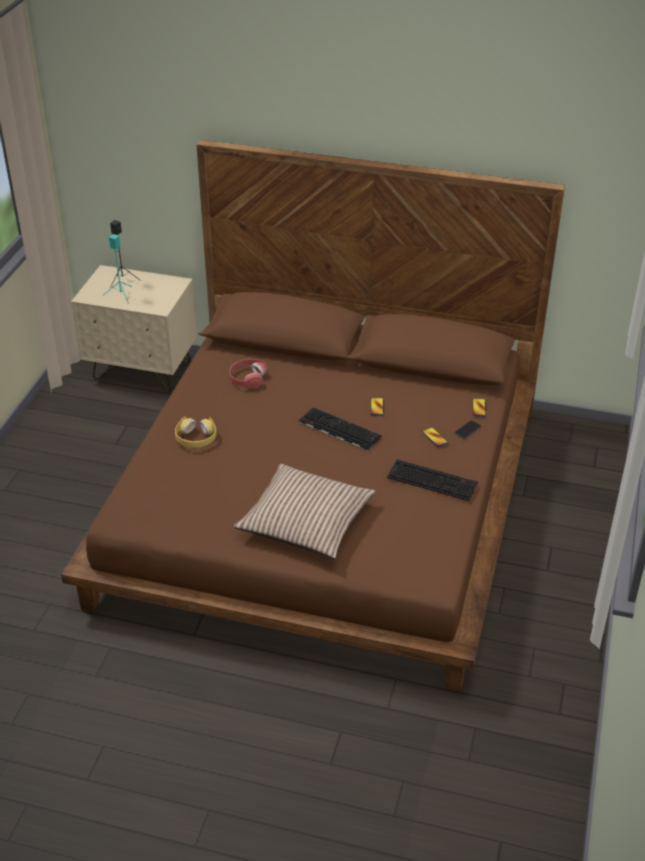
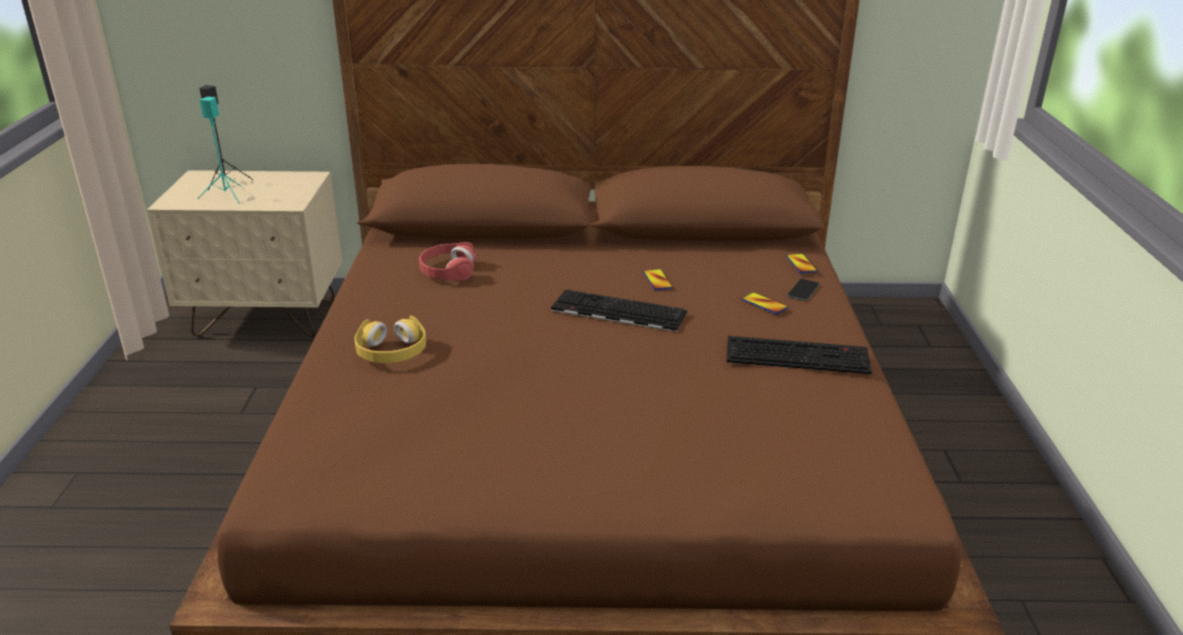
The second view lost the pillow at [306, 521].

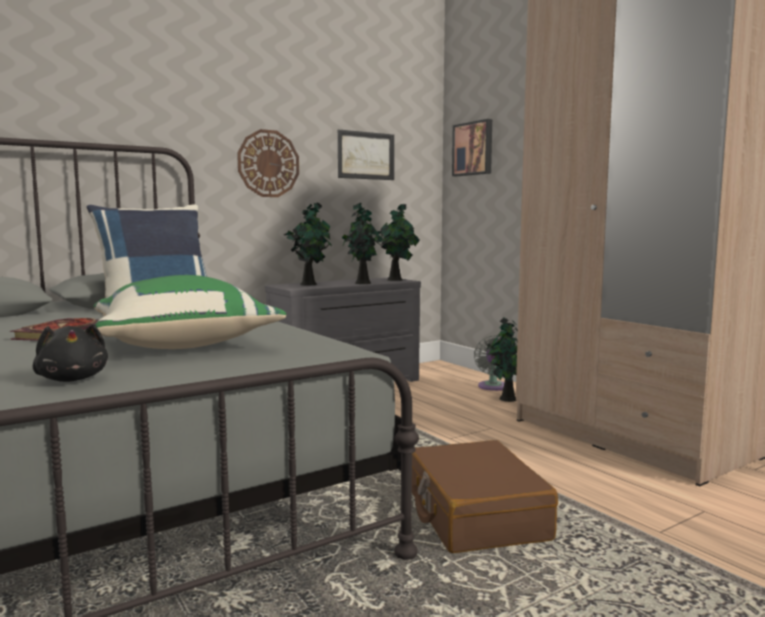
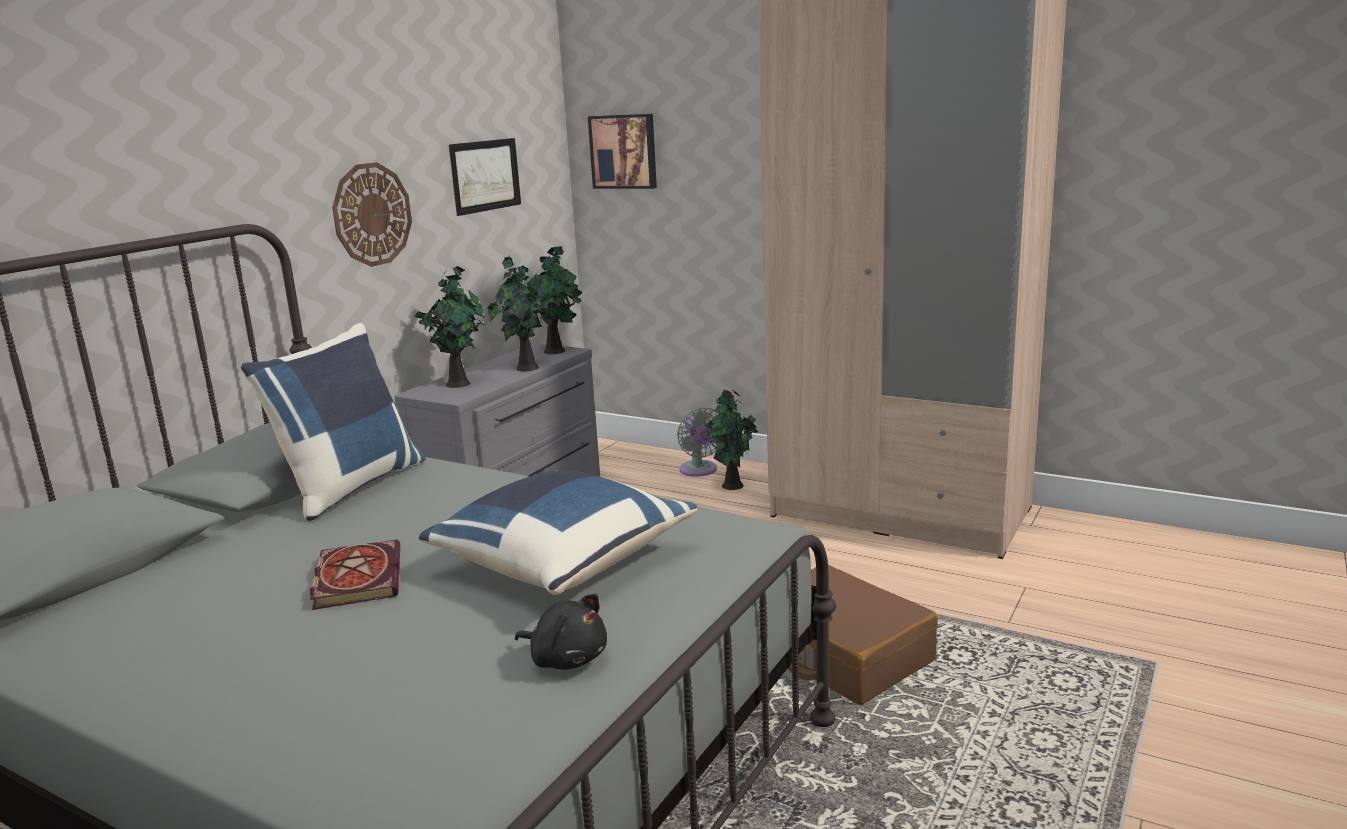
What was the pillow in green at [185, 345] turned into the pillow in blue at [561, 563].

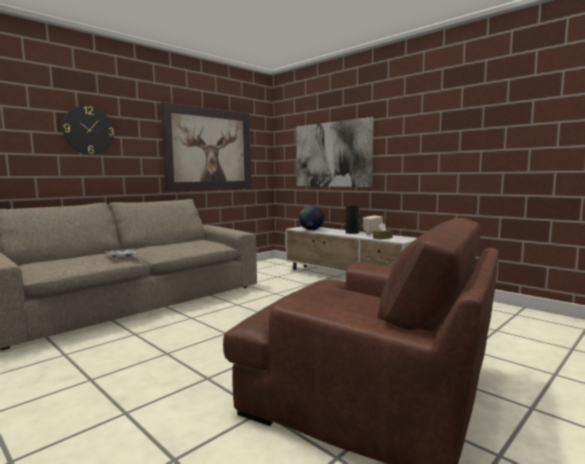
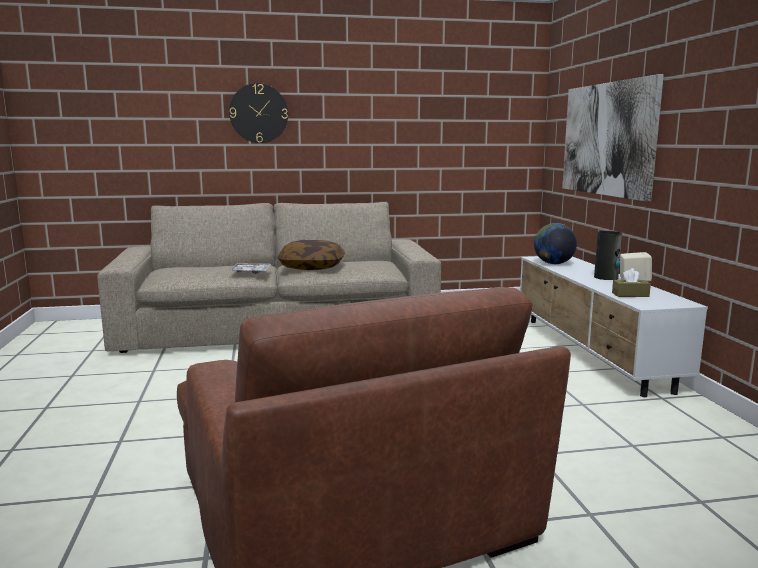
The second view gained the pillow at [312, 267]. The second view lost the picture at [209, 149].

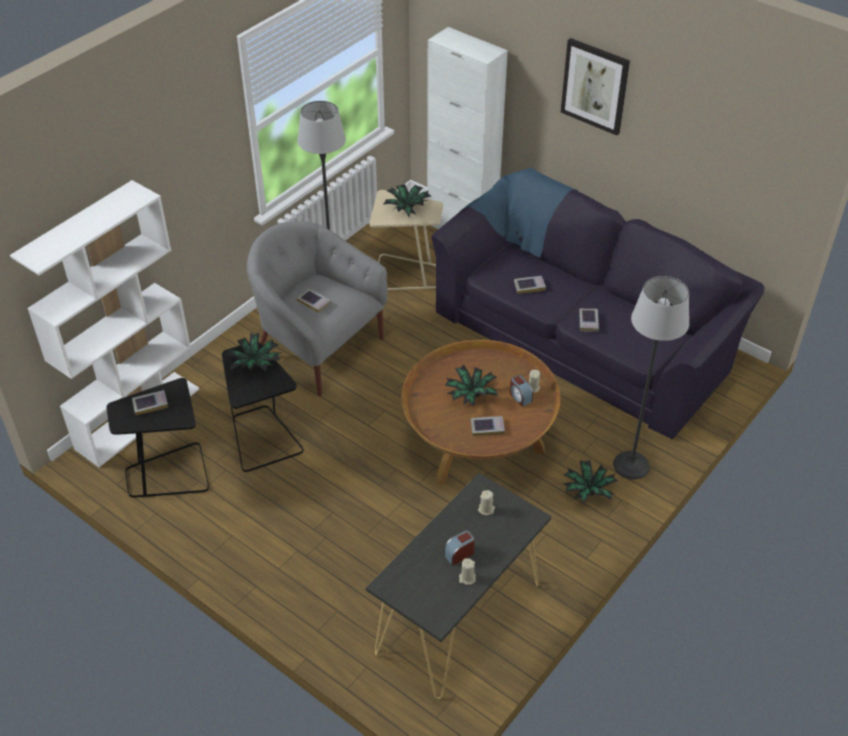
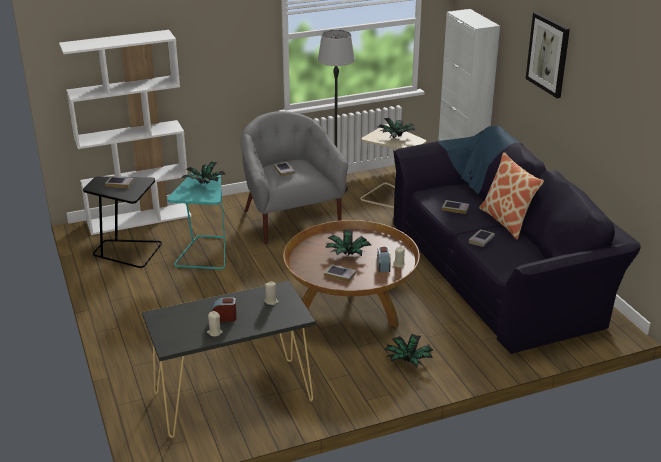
What was the side table in black at [262, 438] turned into the side table in turquoise at [204, 253]. The second view gained the pillow at [507, 221]. The second view lost the floor lamp at [631, 465].

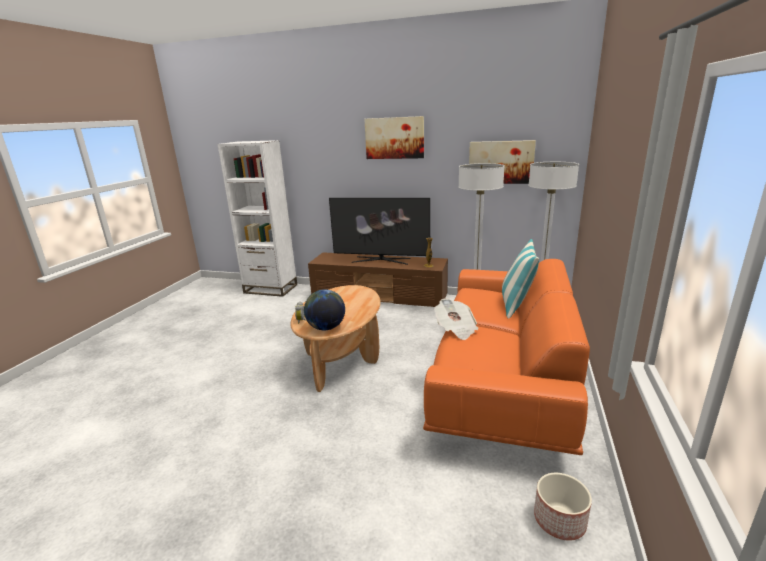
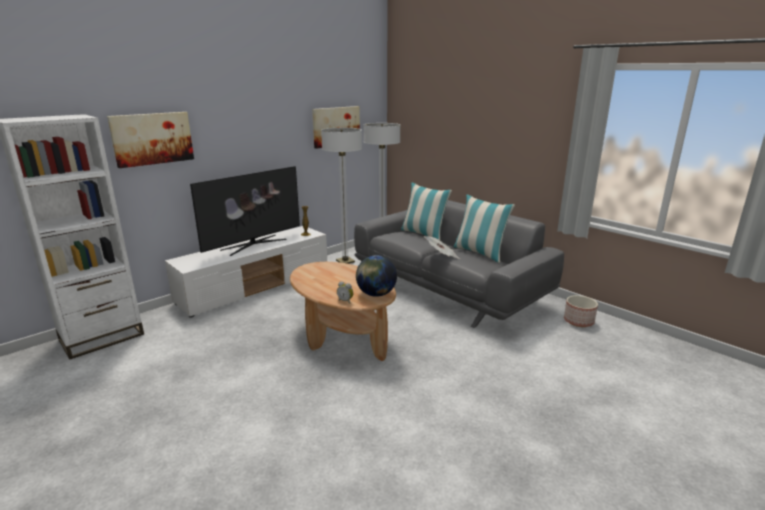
The picture ended up elsewhere, having gone from [394, 138] to [152, 138]. What was the tv stand in brown at [380, 297] turned into the tv stand in white at [256, 286]. What was the sofa in orange at [501, 379] turned into the sofa in grey at [448, 289]. The second view gained the pillow at [480, 253].

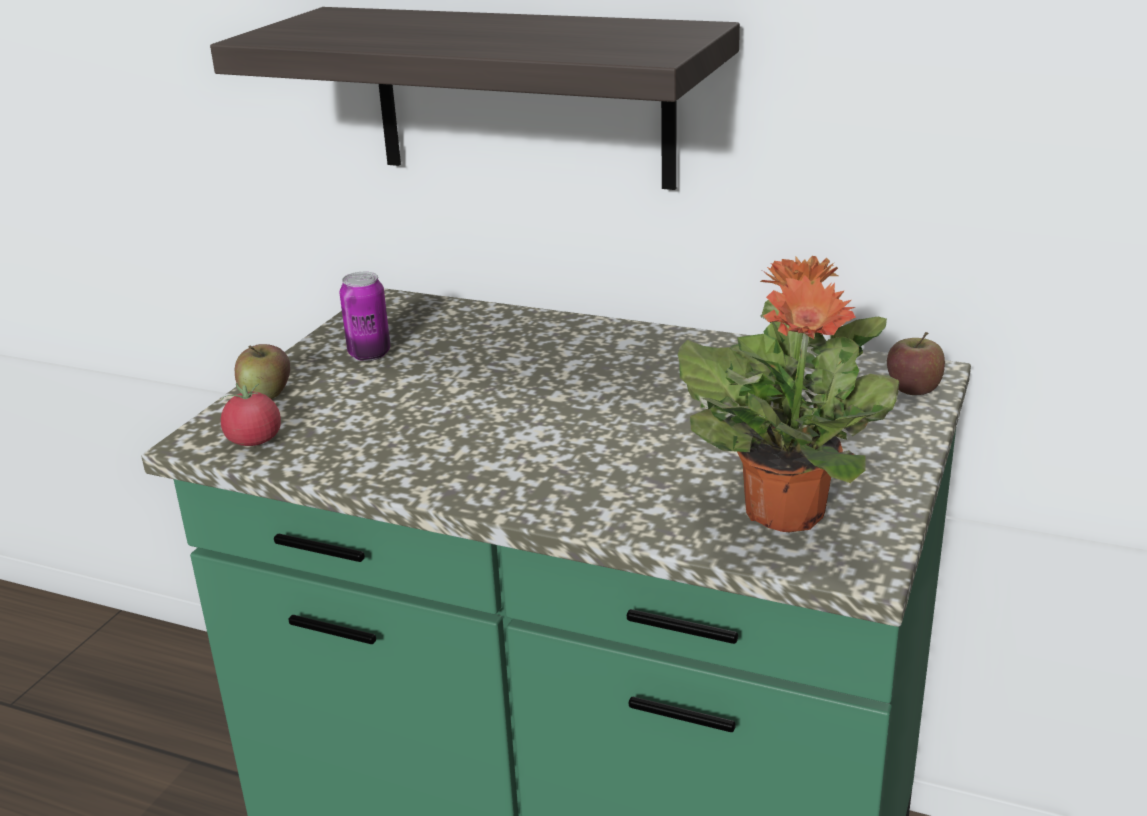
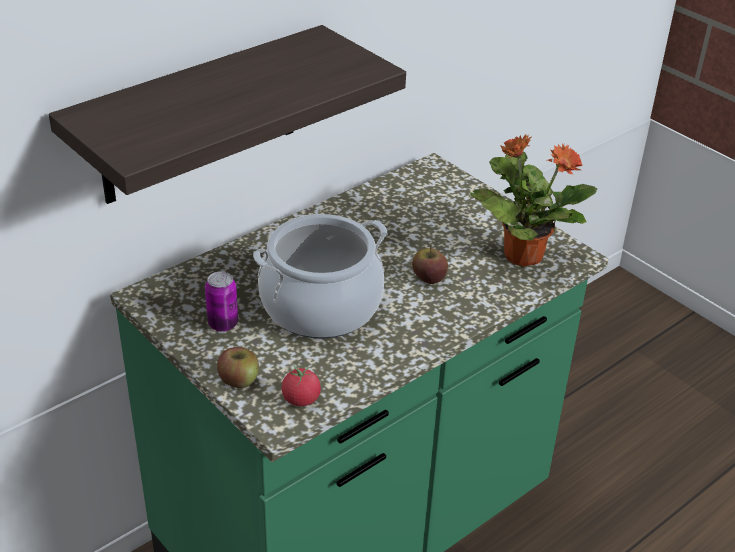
The second view gained the cooking pot at [321, 306]. The apple ended up elsewhere, having gone from [913, 388] to [428, 278].

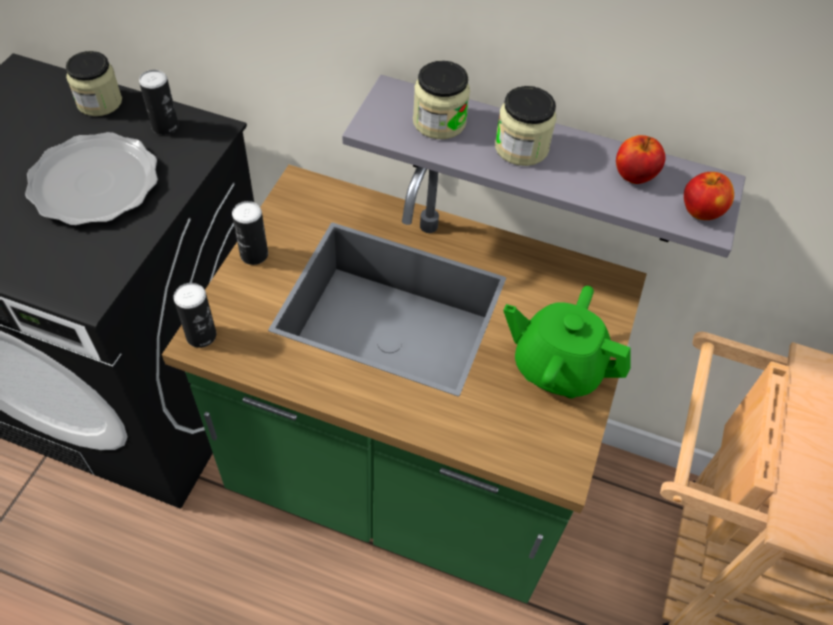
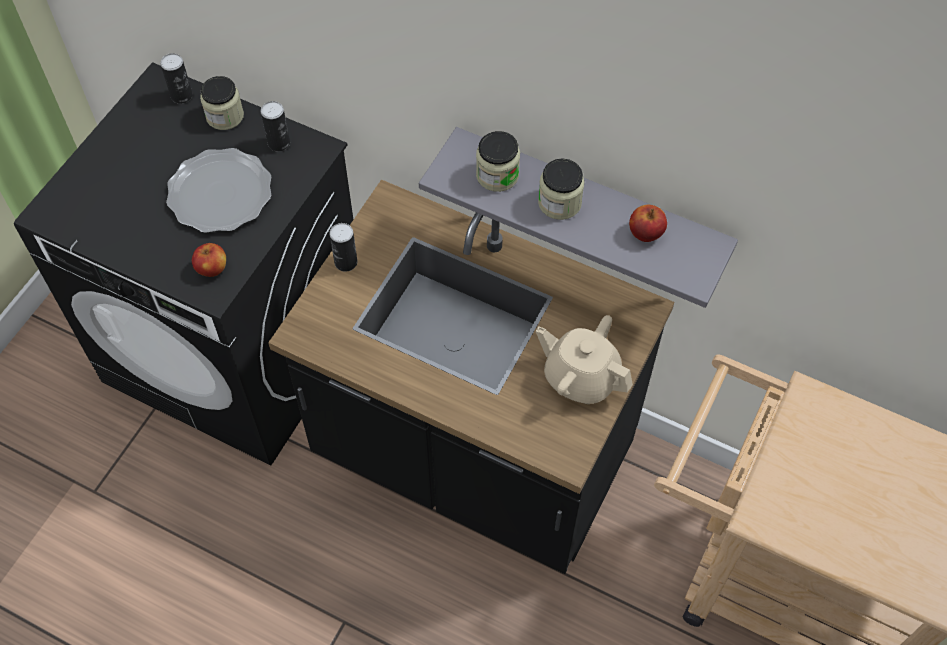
The can ended up elsewhere, having gone from [201, 335] to [181, 95]. The apple ended up elsewhere, having gone from [701, 211] to [212, 269]. What was the counter in green at [404, 477] turned into the counter in black at [473, 456]. What was the teapot in green at [557, 367] turned into the teapot in beige at [580, 377].

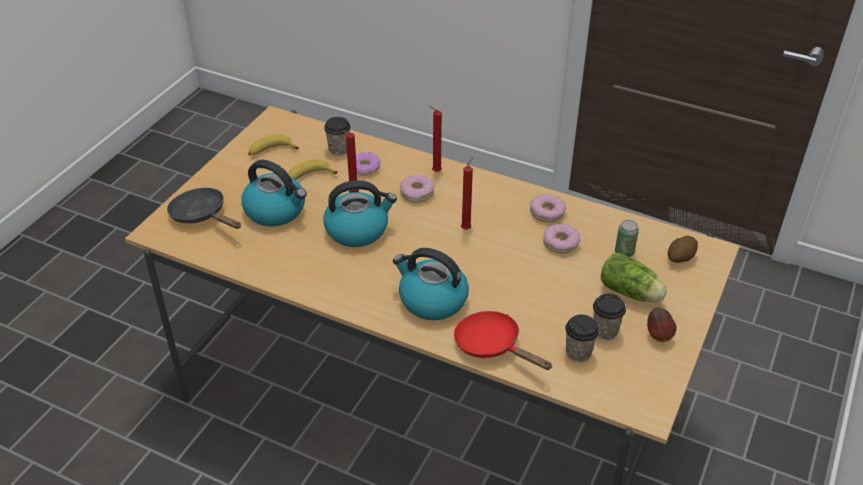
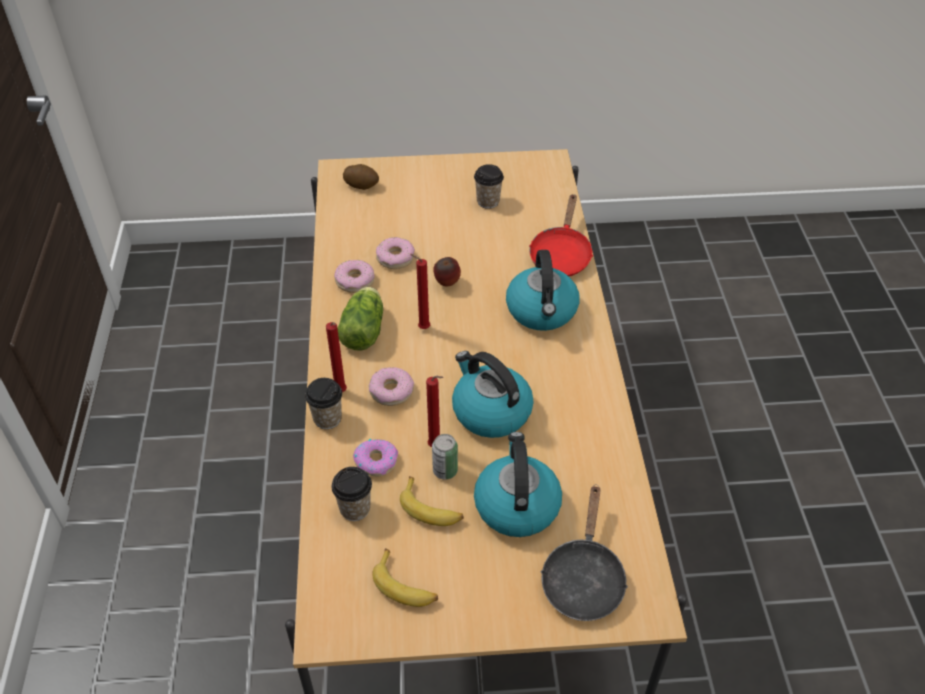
The cup ended up elsewhere, having gone from [578, 352] to [327, 418]. The lettuce ended up elsewhere, having gone from [632, 293] to [364, 329]. The can ended up elsewhere, having gone from [624, 252] to [445, 471]. The apple ended up elsewhere, having gone from [658, 336] to [446, 284].

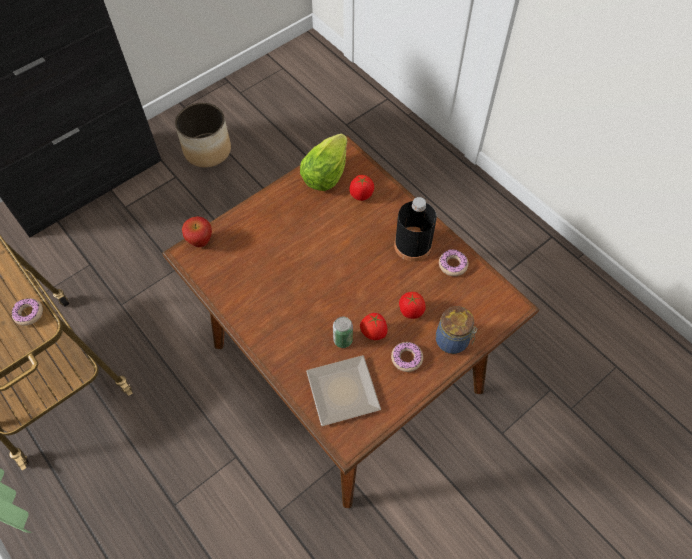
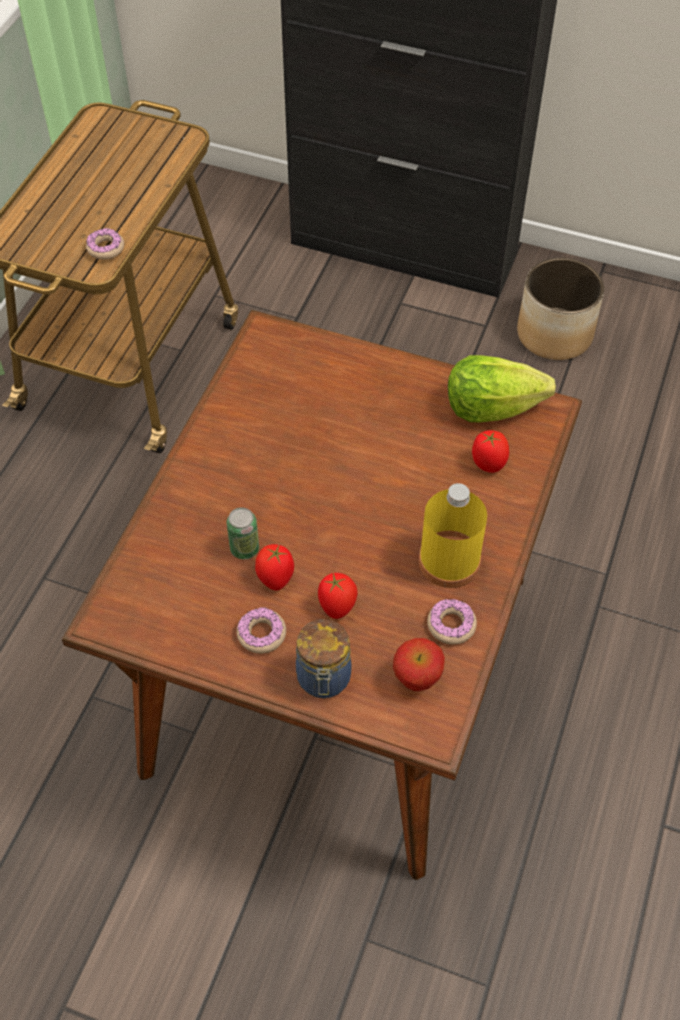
The apple ended up elsewhere, having gone from [200, 242] to [416, 680]. What was the bottle in black at [413, 245] turned into the bottle in yellow at [449, 561]. The second view lost the plate at [345, 393].

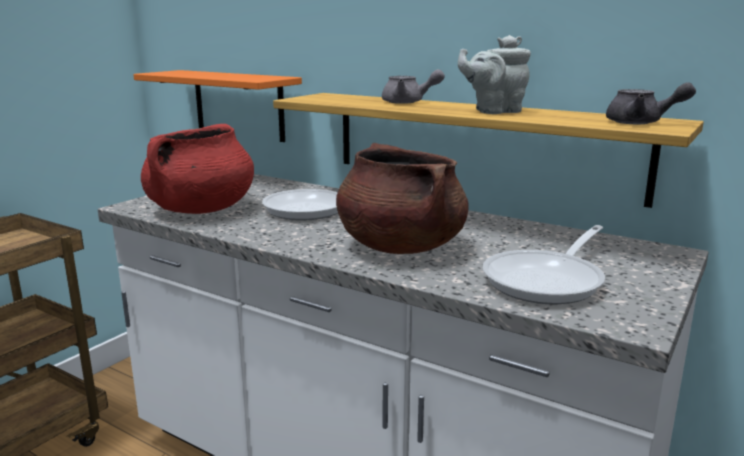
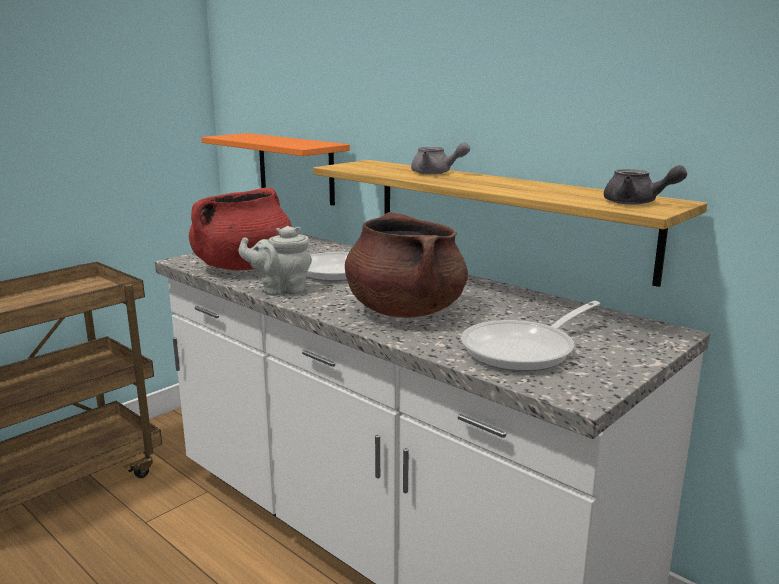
The teapot in grey ended up elsewhere, having gone from [494, 111] to [281, 290].

